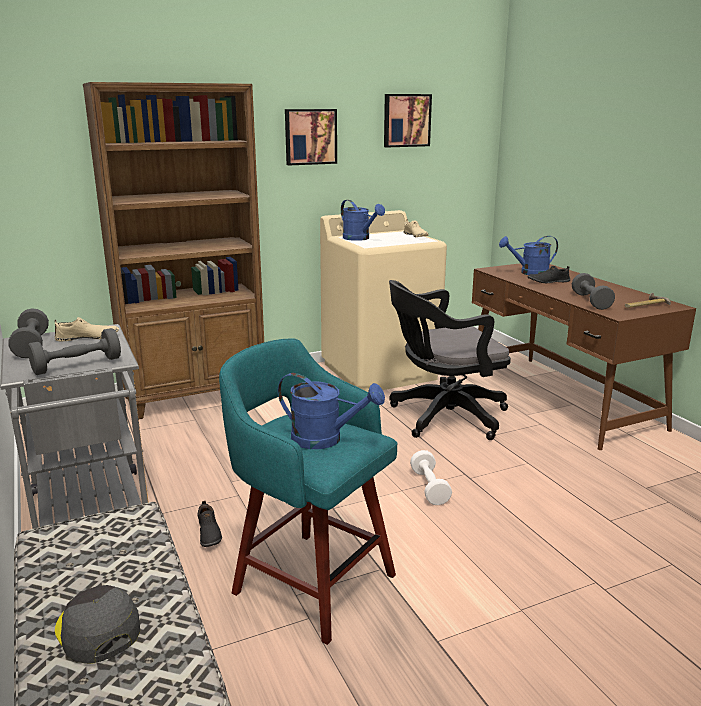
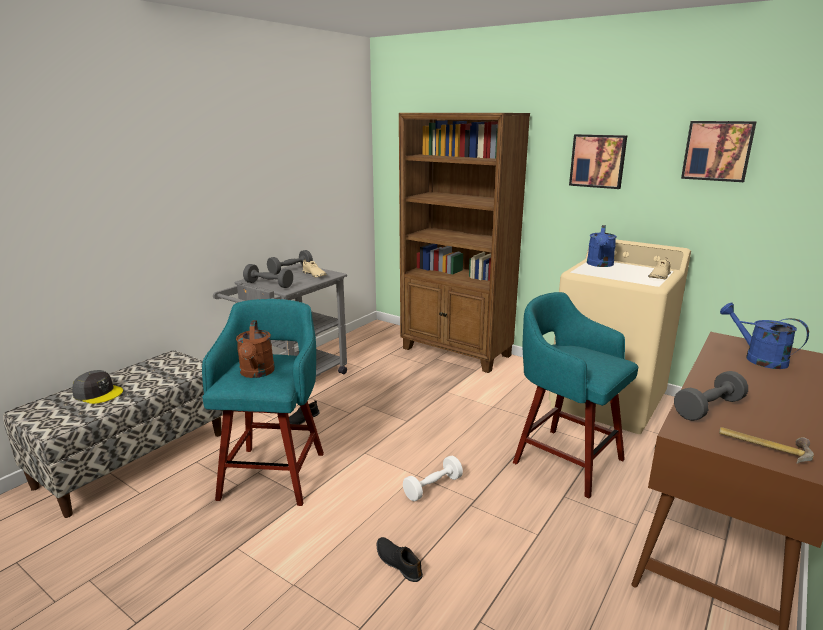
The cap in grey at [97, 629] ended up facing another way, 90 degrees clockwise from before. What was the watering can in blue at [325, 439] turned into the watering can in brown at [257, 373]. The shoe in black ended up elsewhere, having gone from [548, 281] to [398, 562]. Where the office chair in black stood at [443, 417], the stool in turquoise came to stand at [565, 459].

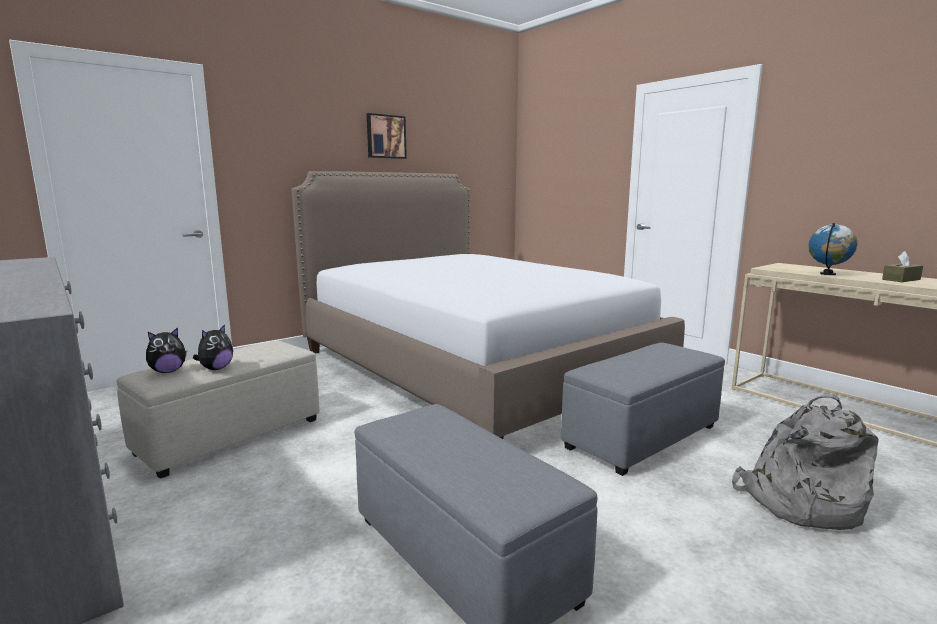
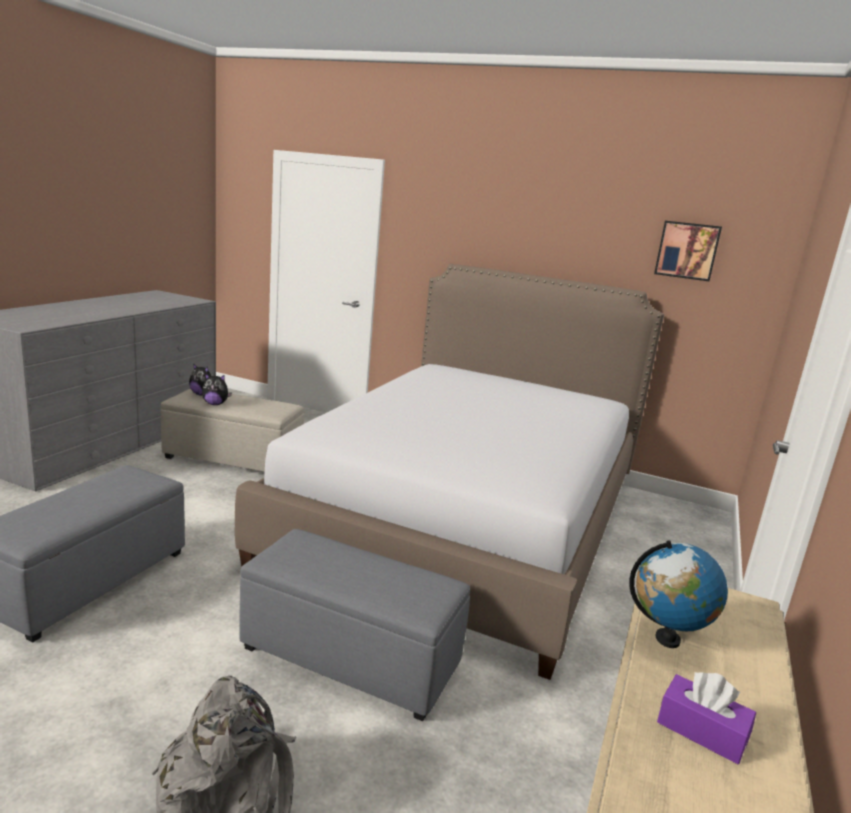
The picture ended up elsewhere, having gone from [385, 136] to [687, 250]. What was the tissue box in brown at [901, 279] turned into the tissue box in purple at [701, 731].

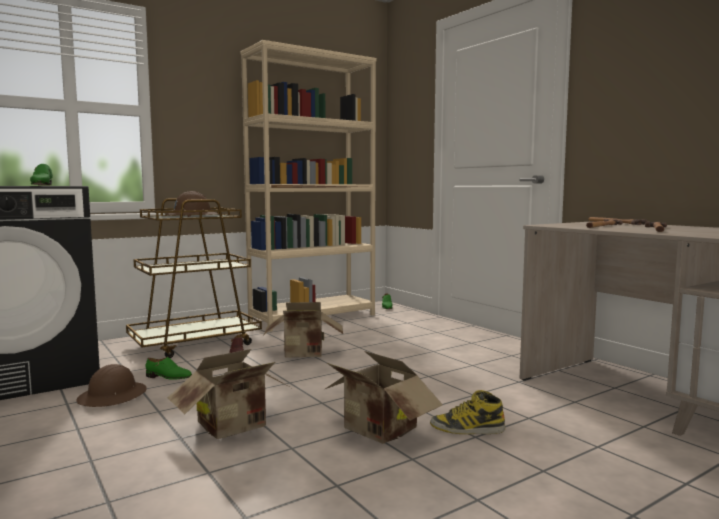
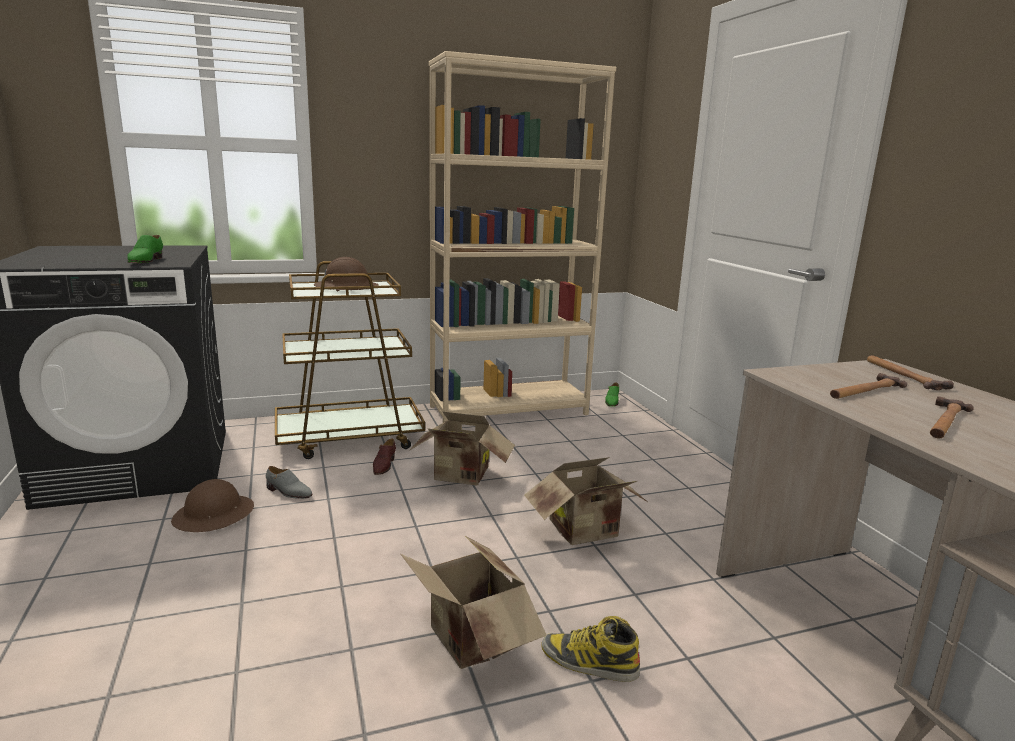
What was the shoe in green at [168, 377] turned into the shoe in grey at [288, 492]. The cardboard box ended up elsewhere, having gone from [236, 427] to [587, 532].

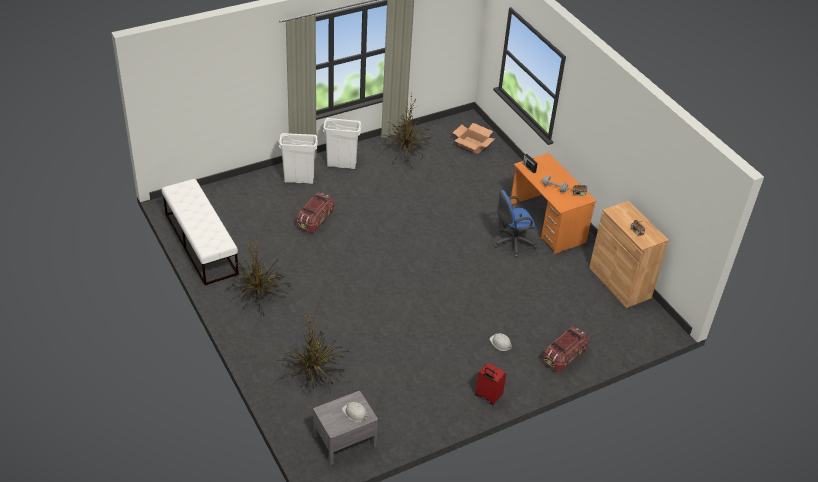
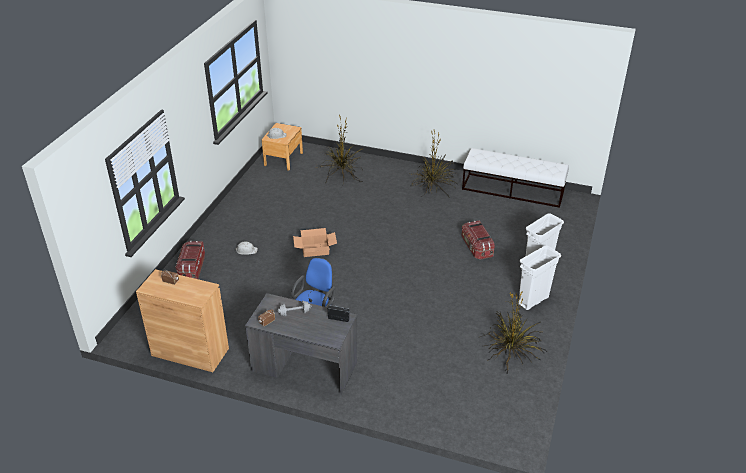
What was the desk in orange at [547, 223] turned into the desk in grey at [304, 366]. What was the nightstand in grey at [344, 441] turned into the nightstand in brown at [283, 159]. The cardboard box ended up elsewhere, having gone from [472, 145] to [315, 249]. The second view lost the suitcase in red at [487, 396].

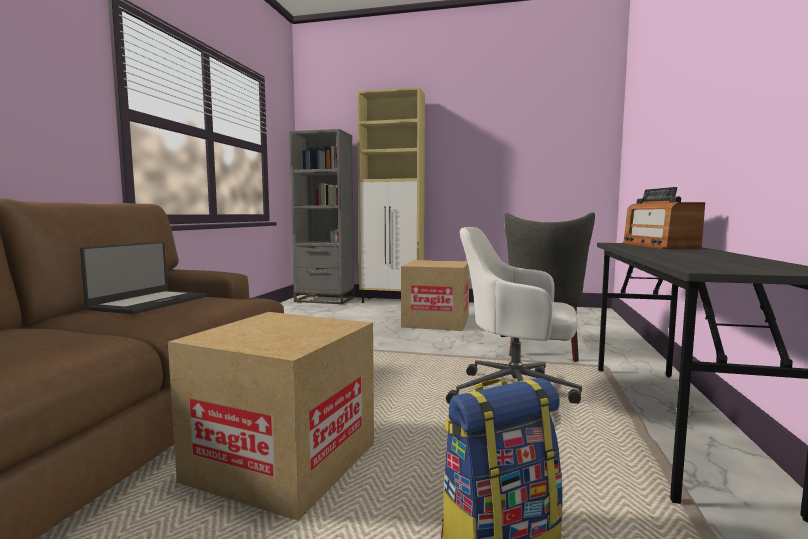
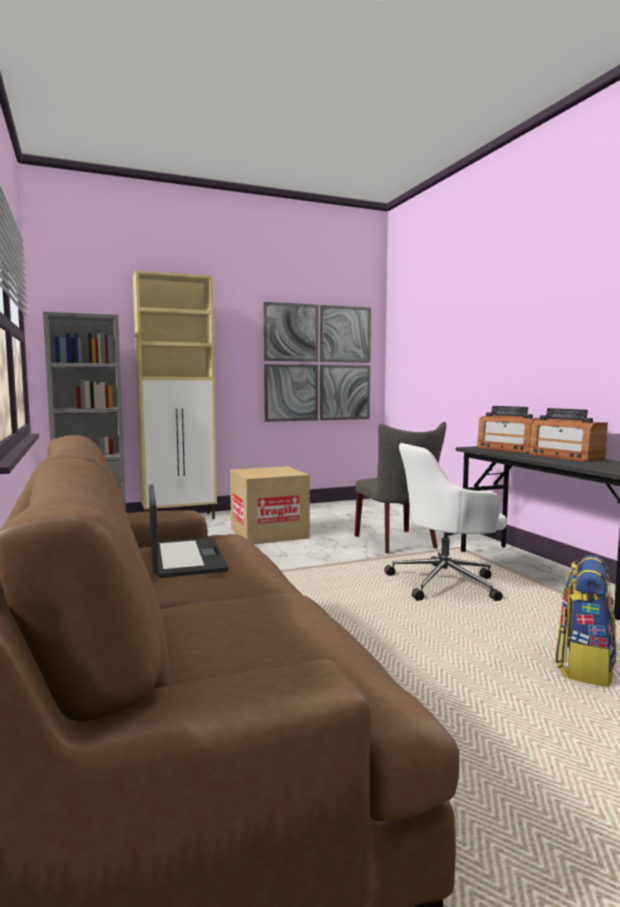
The second view gained the picture at [318, 363]. The second view gained the radio at [565, 456]. The second view lost the cardboard box at [283, 463].

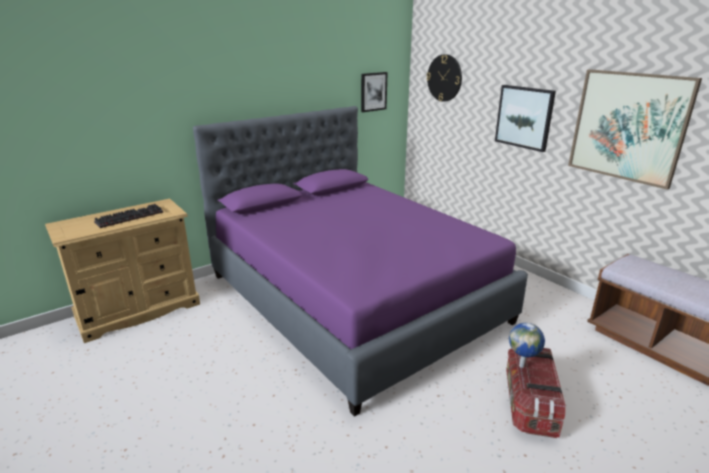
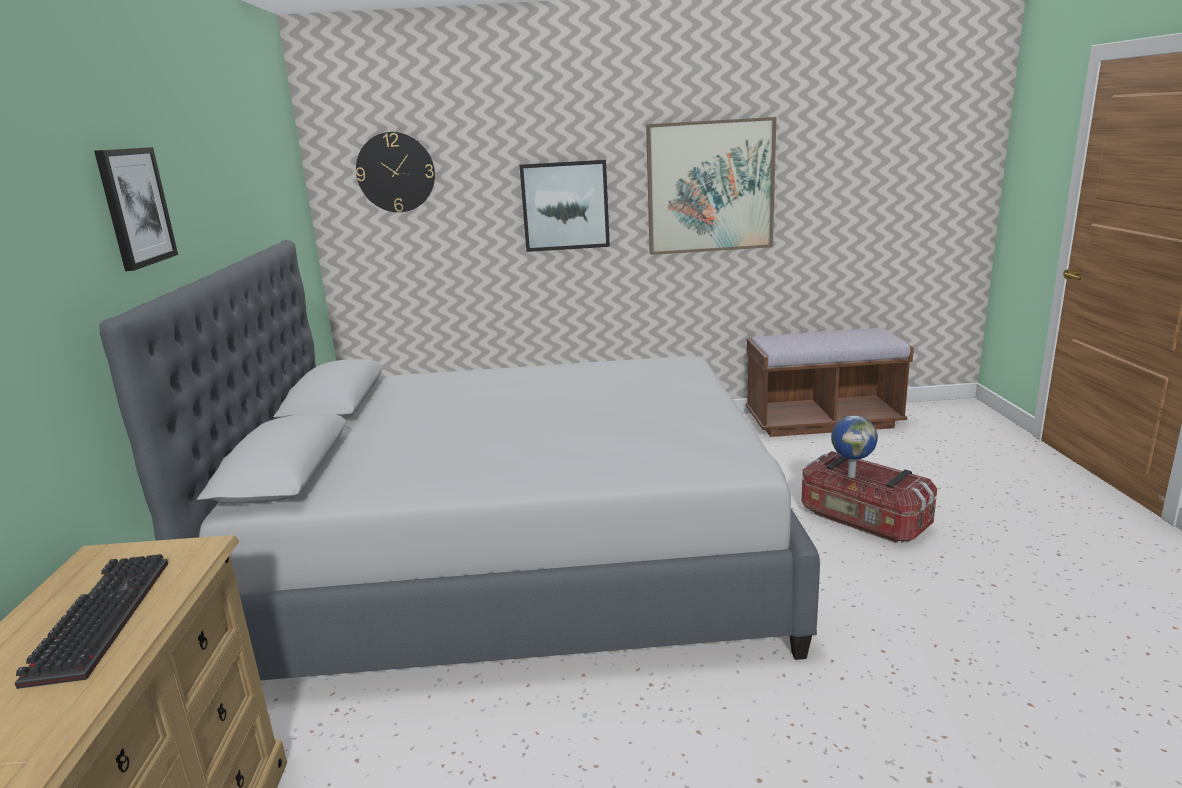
The picture ended up elsewhere, having gone from [373, 91] to [135, 207]. What was the bed in purple at [353, 297] turned into the bed in grey at [518, 561].

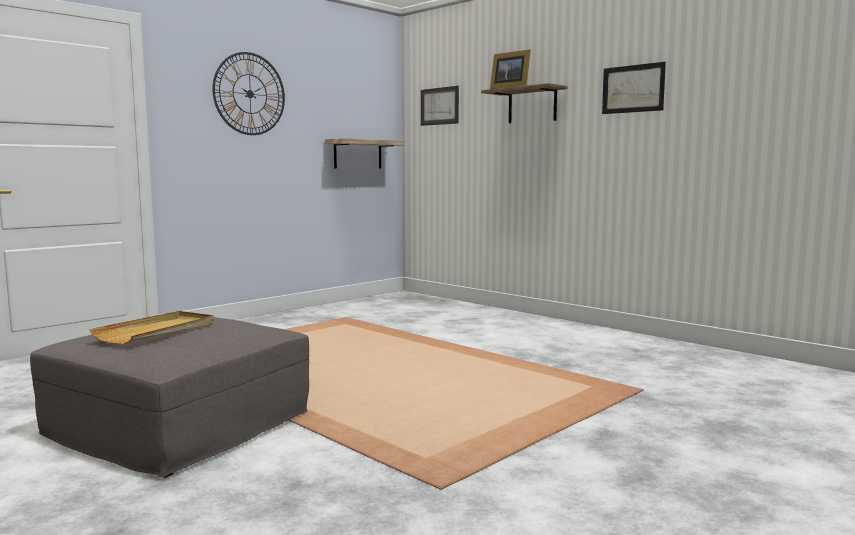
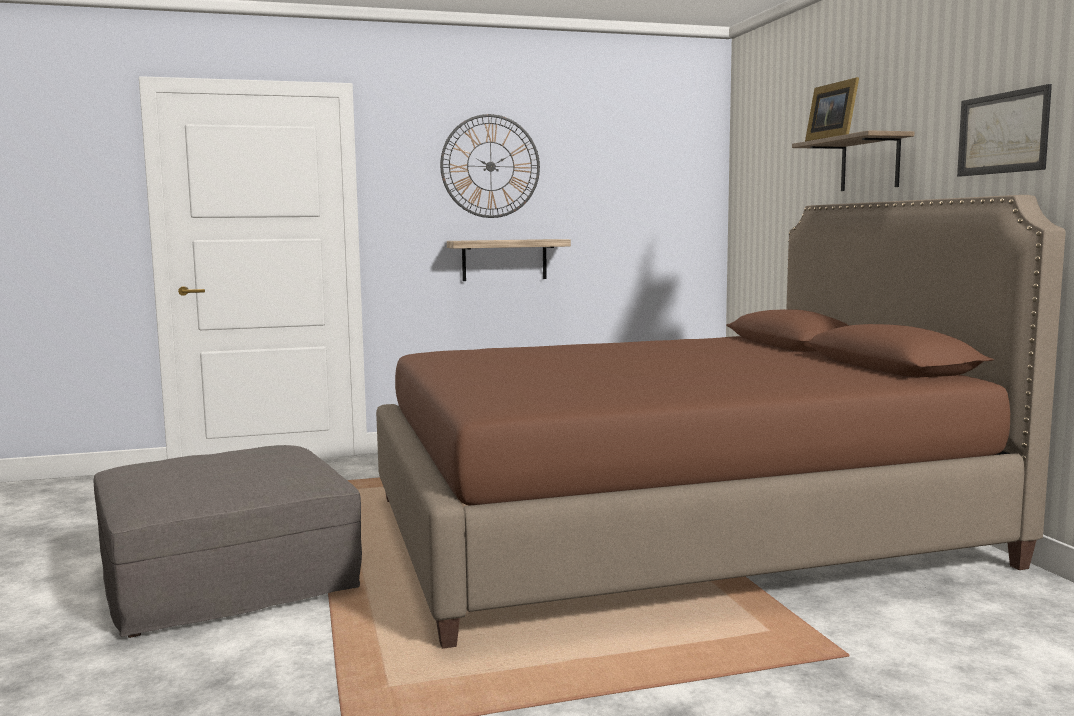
The second view gained the bed in brown at [668, 530]. The shelf ended up elsewhere, having gone from [358, 154] to [504, 260]. The second view lost the tray in beige at [157, 331]. The second view lost the picture at [439, 106].

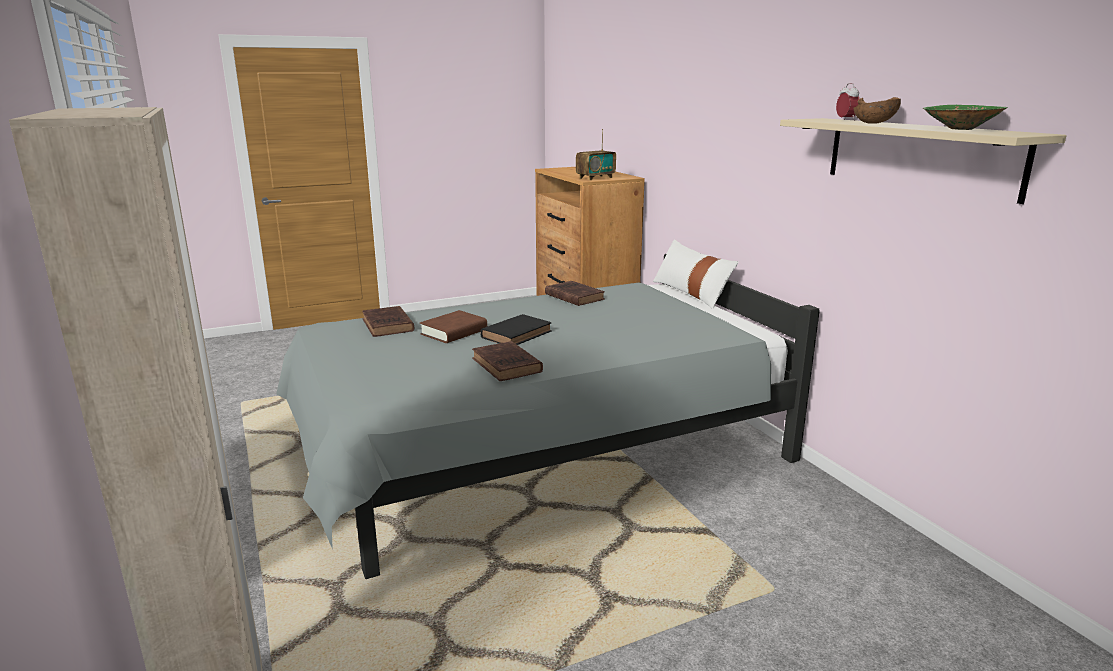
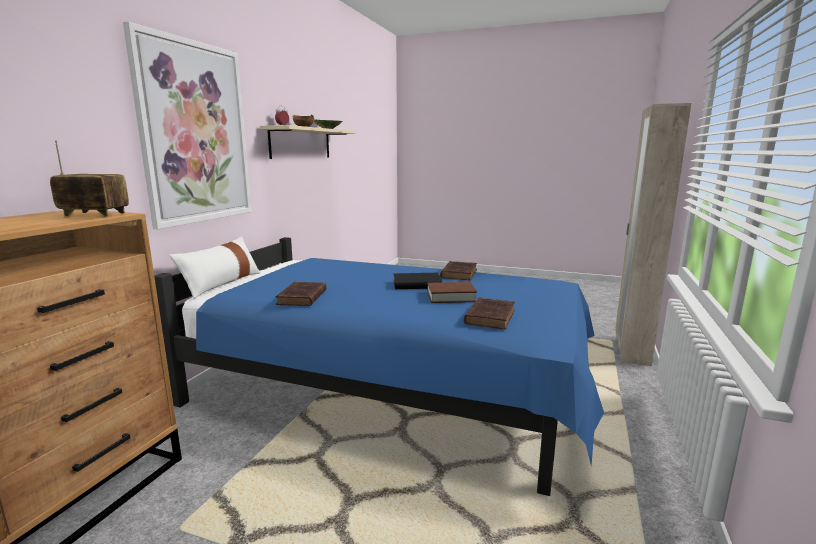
The second view gained the picture at [195, 133]. What was the bed in grey at [537, 454] turned into the bed in blue at [393, 391].

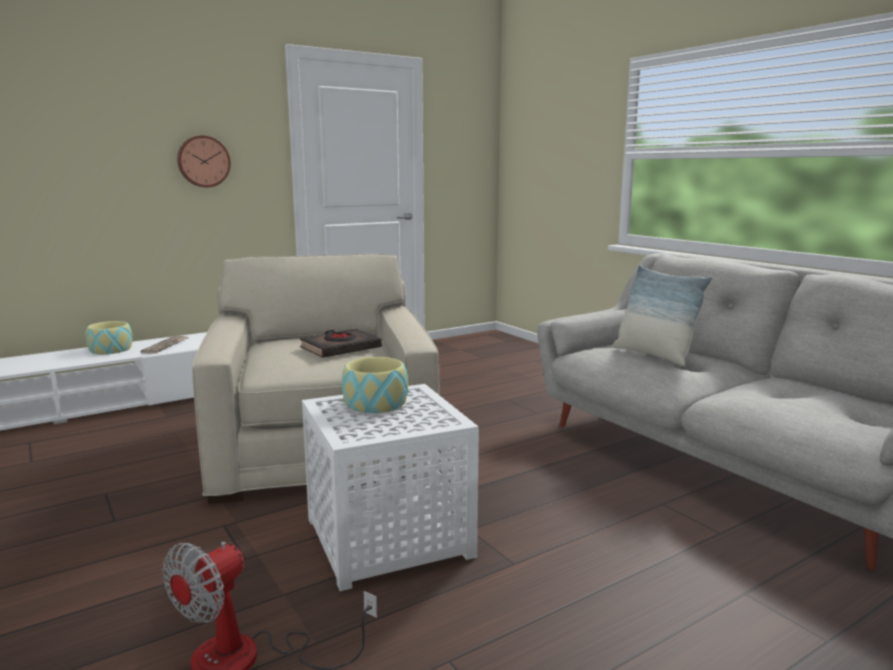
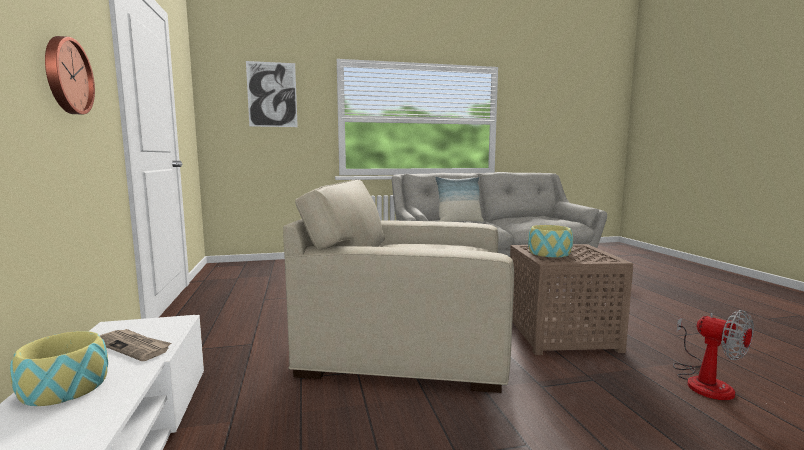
The second view gained the picture at [272, 94]. What was the side table in white at [391, 538] turned into the side table in brown at [561, 334]. The second view lost the book in black at [340, 348].

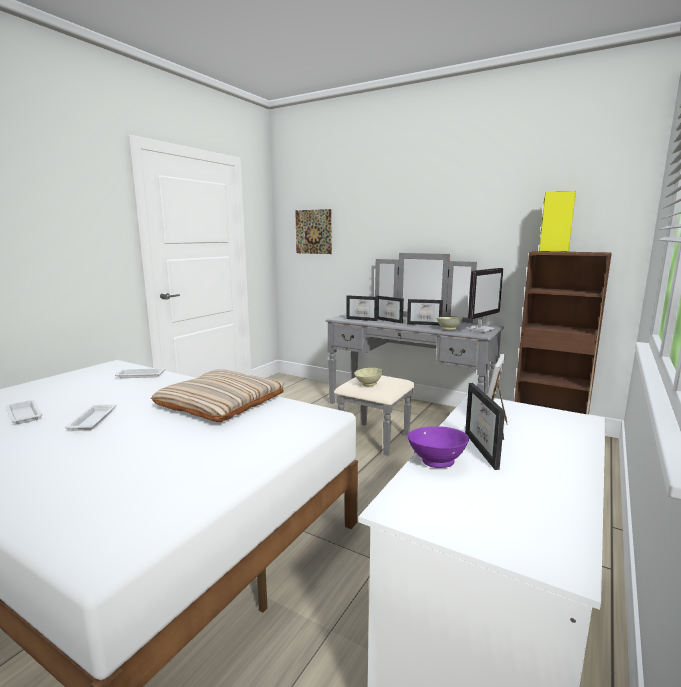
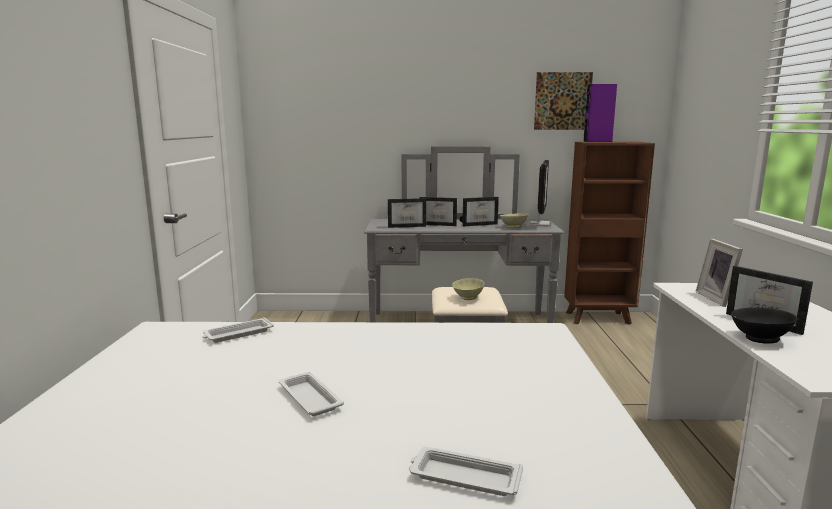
The tray in white ended up elsewhere, having gone from [24, 414] to [463, 477]. The picture ended up elsewhere, having gone from [313, 232] to [562, 101]. What was the speaker in yellow at [553, 251] turned into the speaker in purple at [597, 141]. What was the bowl in purple at [437, 461] turned into the bowl in black at [759, 339]. The second view lost the pillow in beige at [220, 402].

